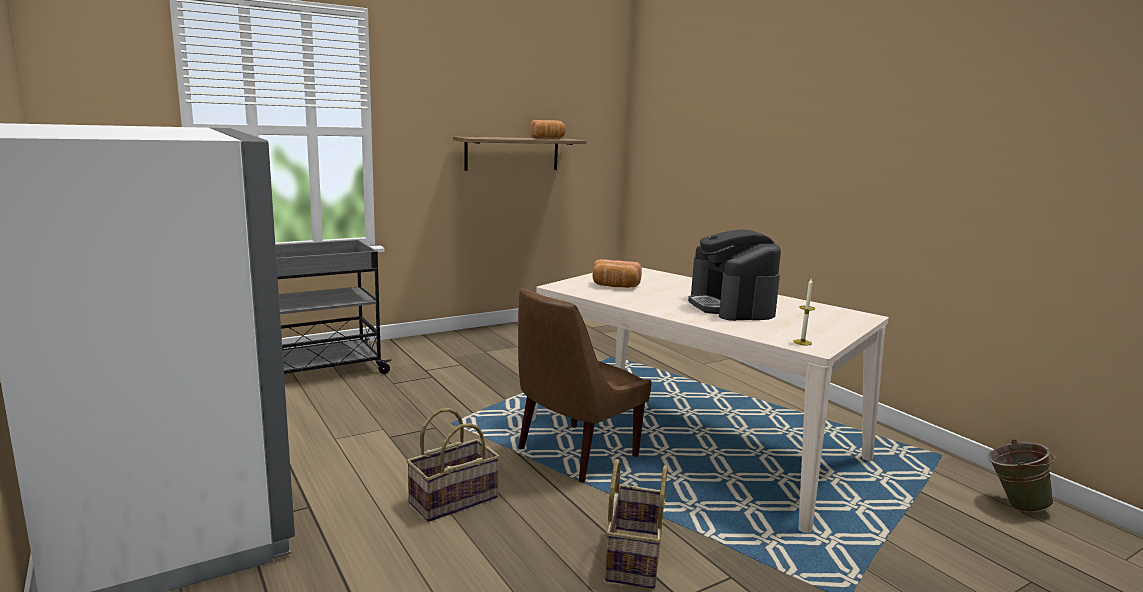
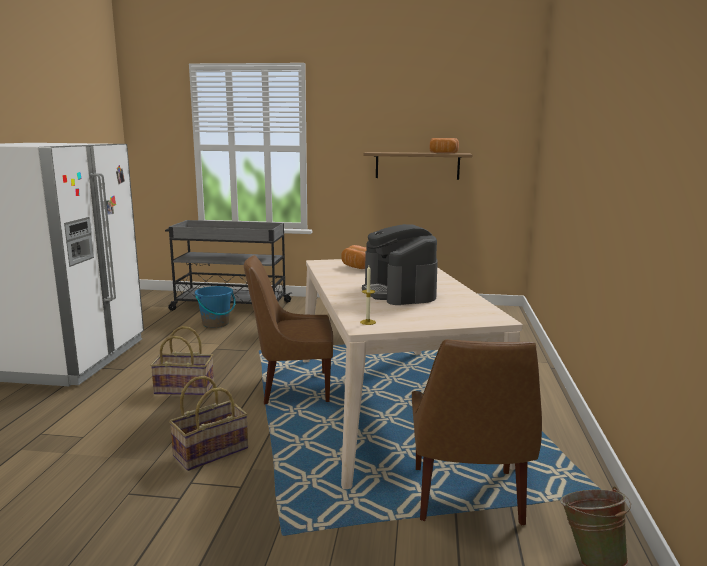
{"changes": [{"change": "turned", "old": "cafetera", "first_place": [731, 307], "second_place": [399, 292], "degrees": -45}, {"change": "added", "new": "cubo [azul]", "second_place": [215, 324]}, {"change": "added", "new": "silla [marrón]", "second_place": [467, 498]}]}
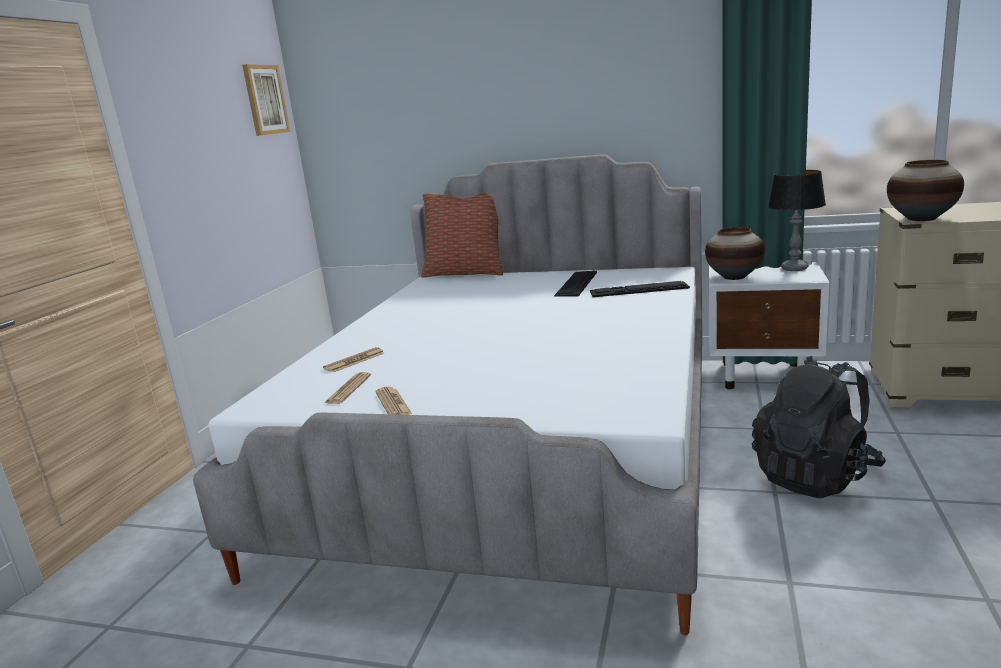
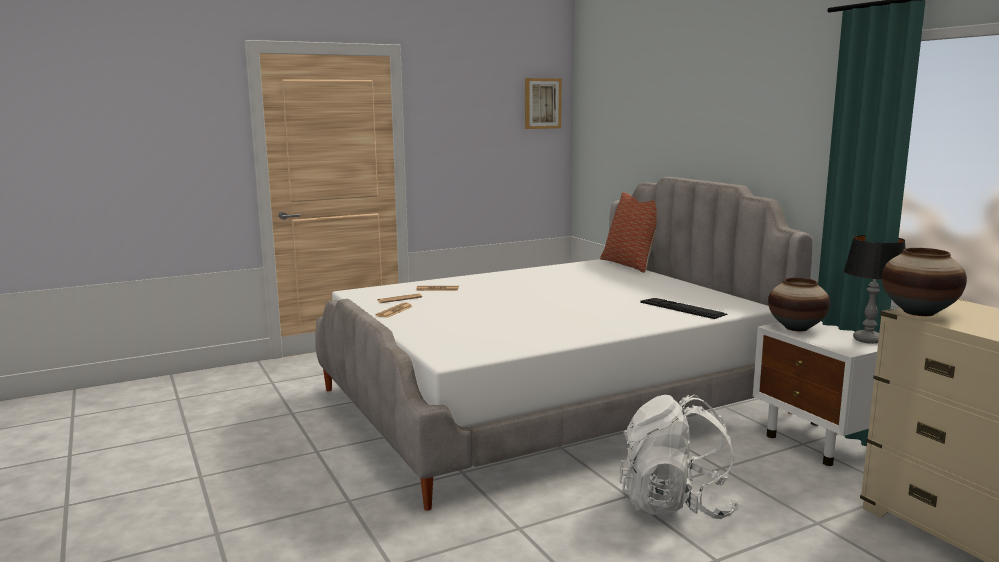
{"changes": [{"change": "removed", "old": "teclado", "first_place": [576, 283]}, {"change": "recoloured", "old": "mochila [negro]", "new": "mochila [blanco]", "first_place": [815, 476], "second_place": [675, 505]}]}
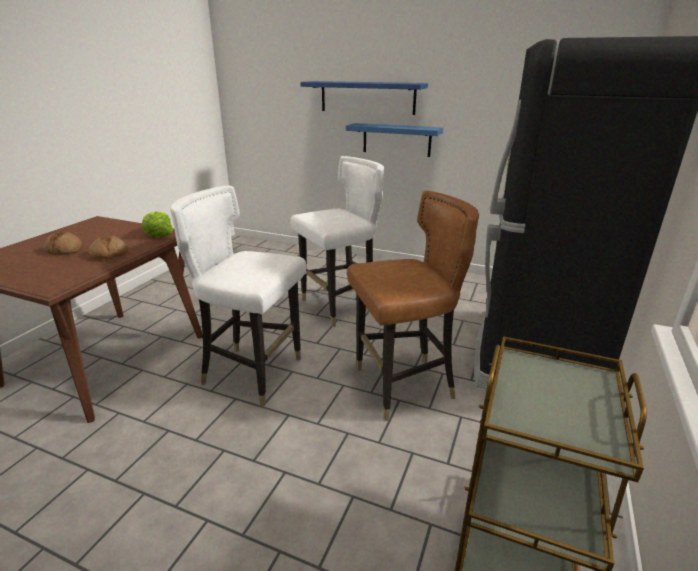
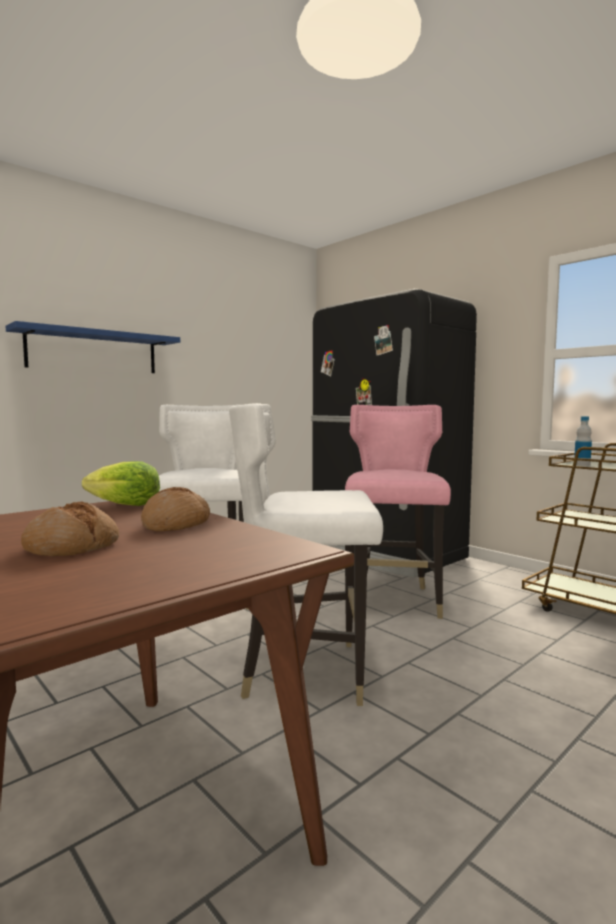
{"changes": [{"change": "turned", "old": "silla [blanco]", "first_place": [253, 373], "second_place": [306, 672], "degrees": 45}, {"change": "removed", "old": "estante [azul]", "first_place": [396, 139]}, {"change": "recoloured", "old": "silla [marrón]", "new": "silla [rosa]", "first_place": [403, 386], "second_place": [394, 602]}, {"change": "added", "new": "botella", "second_place": [582, 465]}]}
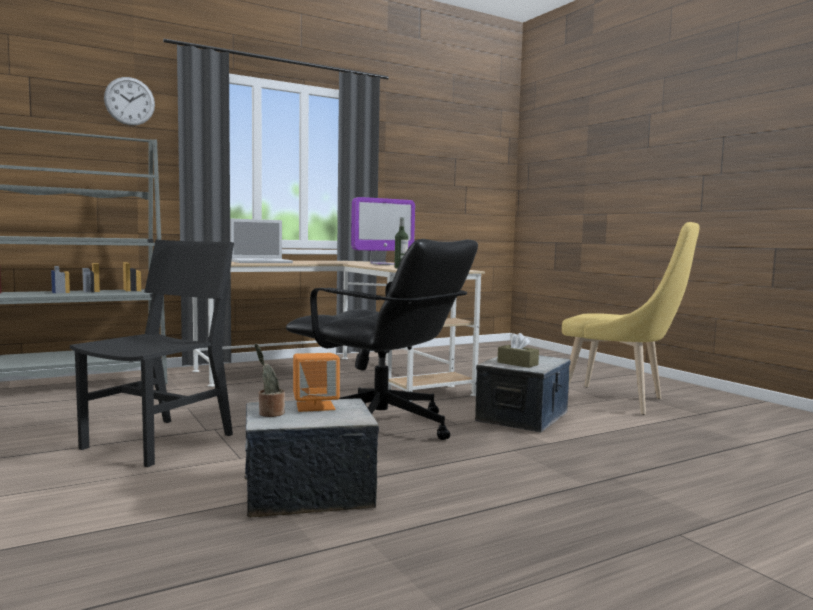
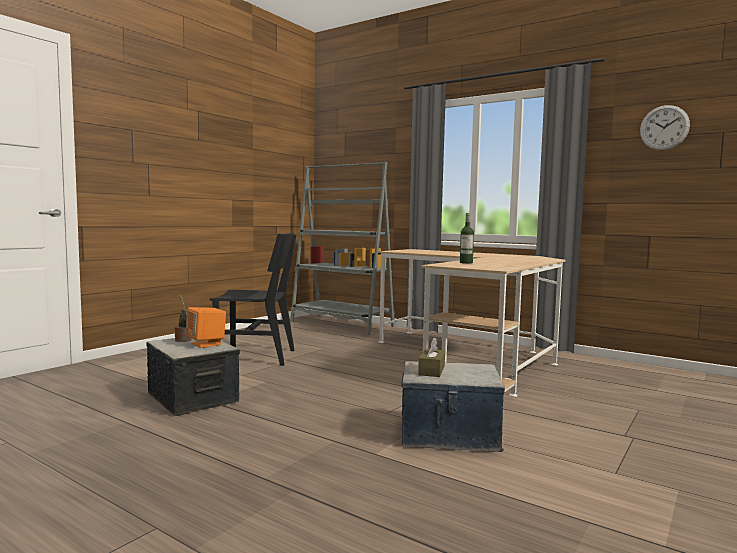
{"changes": [{"change": "moved", "old": "reloj de pared", "first_place": [129, 101], "second_place": [664, 127]}, {"change": "removed", "old": "portátil", "first_place": [262, 262]}, {"change": "removed", "old": "silla de oficina [negro]", "first_place": [382, 428]}, {"change": "removed", "old": "monitor", "first_place": [382, 264]}, {"change": "removed", "old": "silla [amarillo]", "first_place": [620, 401]}]}
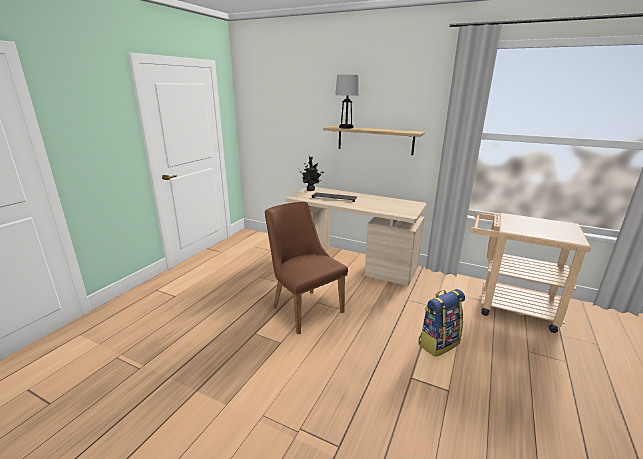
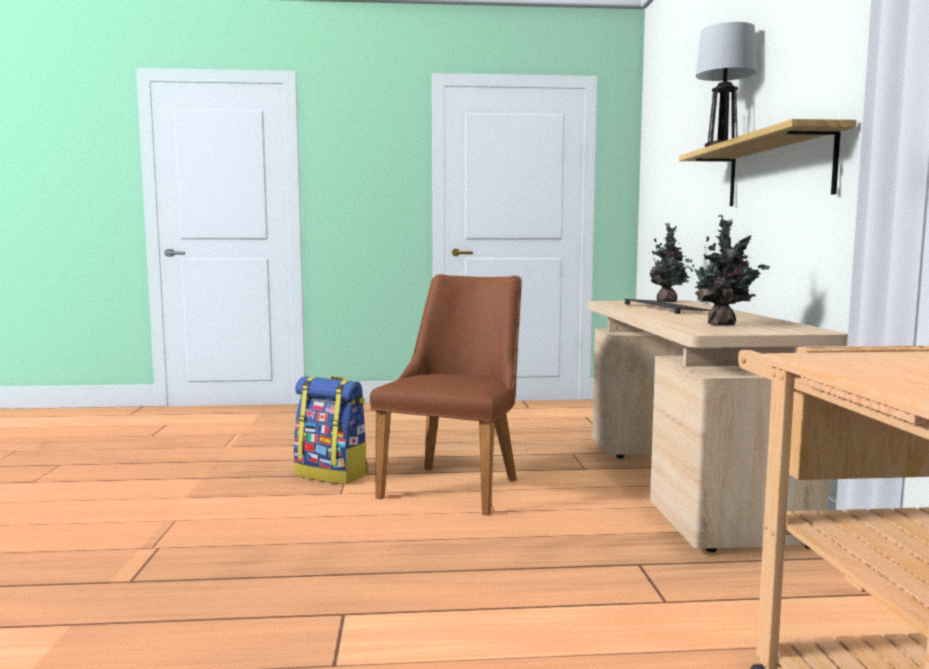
{"changes": [{"change": "moved", "old": "mochila", "first_place": [438, 343], "second_place": [332, 474]}, {"change": "added", "new": "planta en maceta", "second_place": [723, 325]}]}
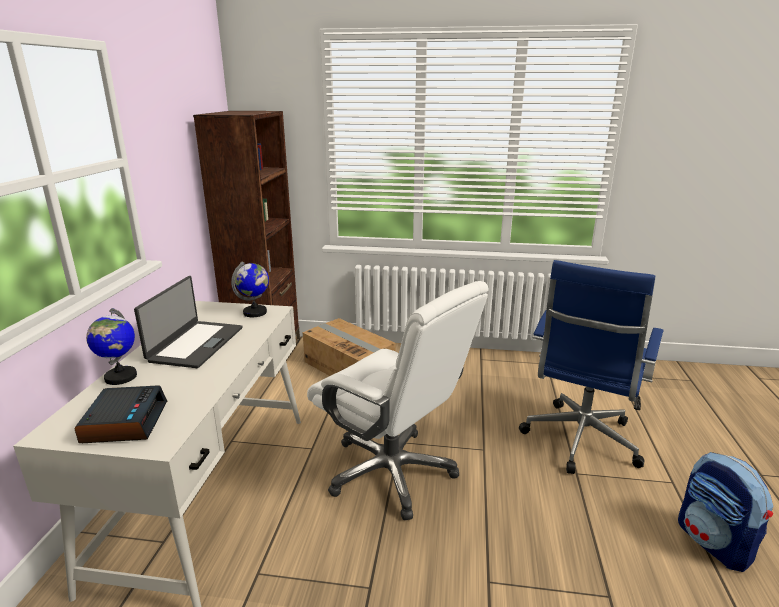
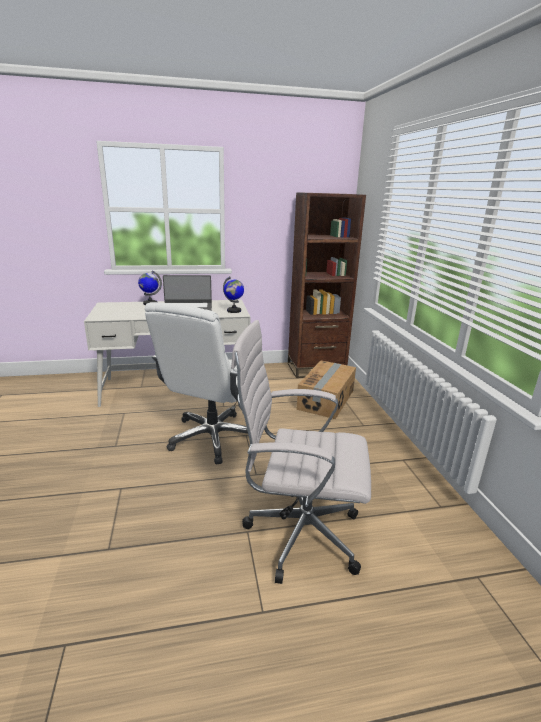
{"changes": [{"change": "removed", "old": "despertador", "first_place": [125, 422]}, {"change": "recoloured", "old": "silla de oficina [azul]", "new": "silla de oficina [blanco]", "first_place": [579, 442], "second_place": [297, 534]}, {"change": "removed", "old": "mochila", "first_place": [714, 543]}]}
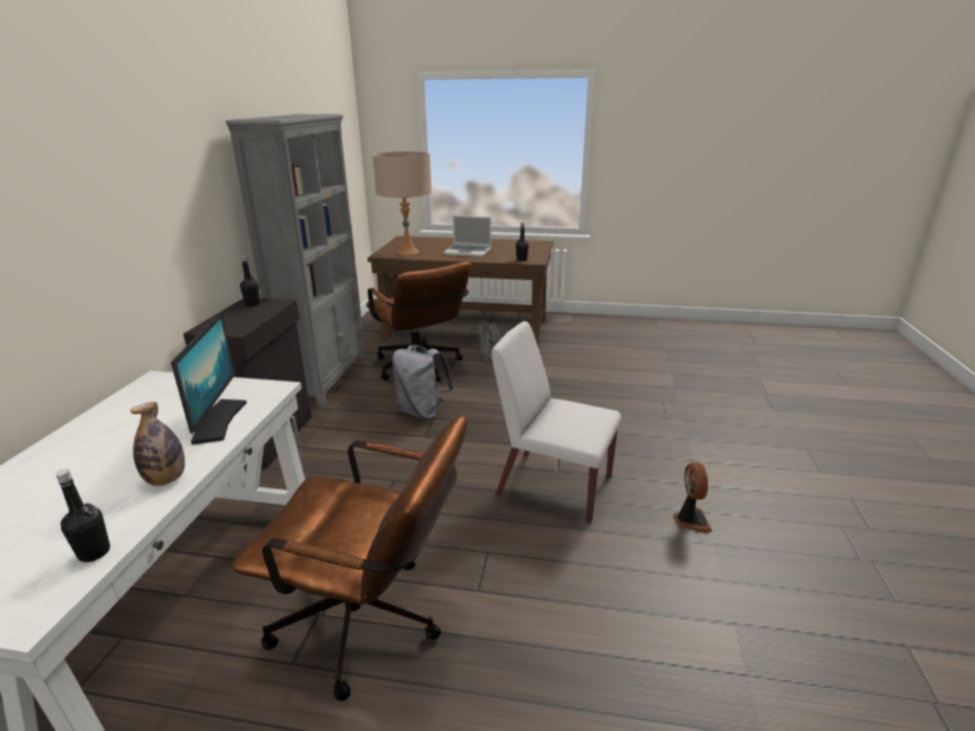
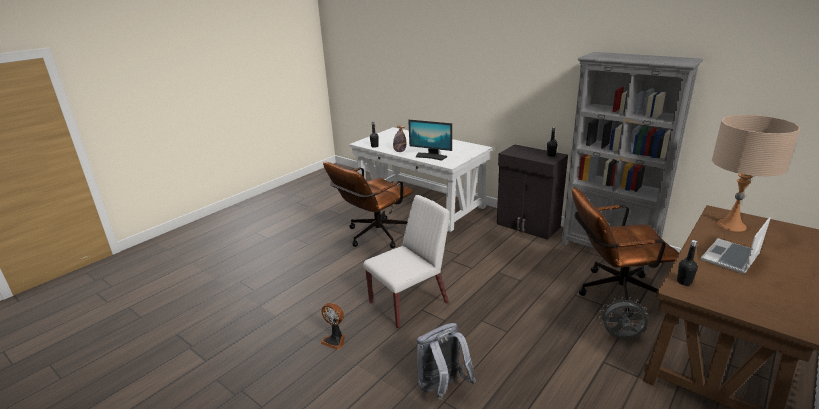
{"changes": [{"change": "moved", "old": "mochila [gris]", "first_place": [422, 412], "second_place": [442, 387]}]}
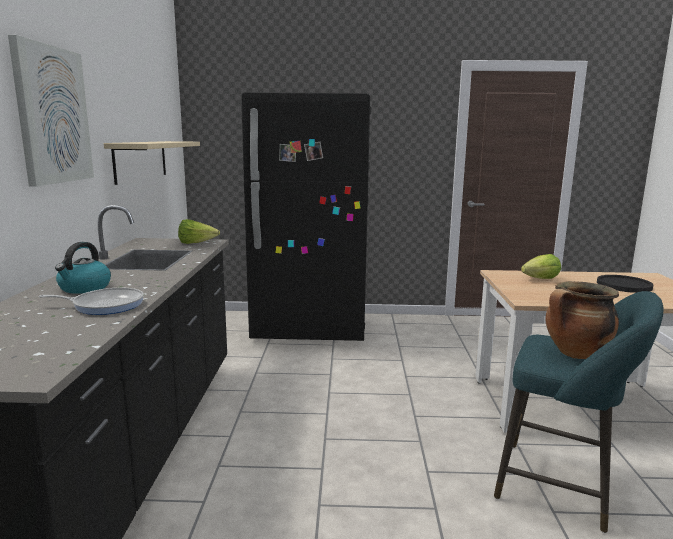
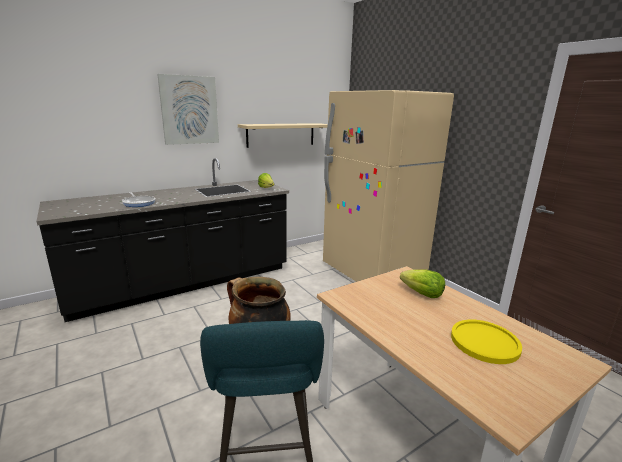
{"changes": [{"change": "removed", "old": "hervidor", "first_place": [84, 288]}, {"change": "recoloured", "old": "nevera [negro]", "new": "nevera [beis]", "first_place": [310, 328], "second_place": [372, 272]}, {"change": "recoloured", "old": "plato [negro]", "new": "plato [amarillo]", "first_place": [624, 285], "second_place": [484, 342]}]}
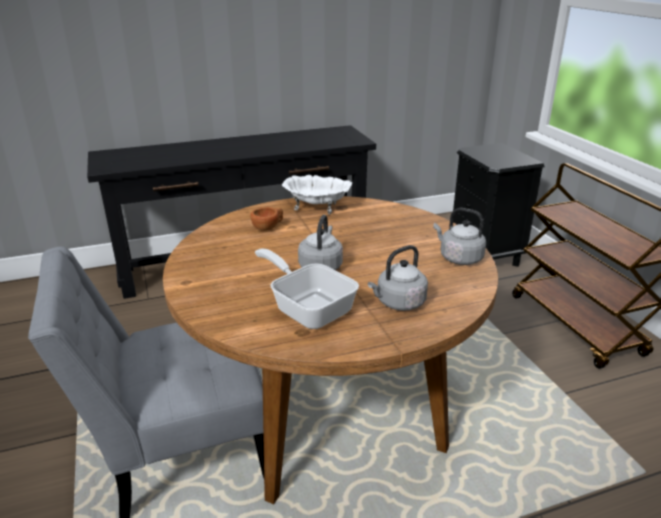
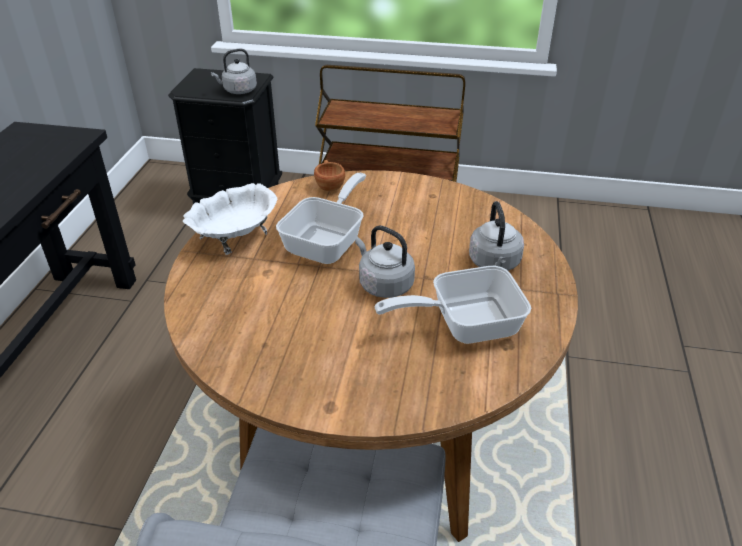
{"changes": [{"change": "moved", "old": "taza [marrón]", "first_place": [268, 227], "second_place": [329, 185]}, {"change": "moved", "old": "hervidor [gris]", "first_place": [458, 258], "second_place": [238, 91]}, {"change": "added", "new": "sartén", "second_place": [328, 242]}]}
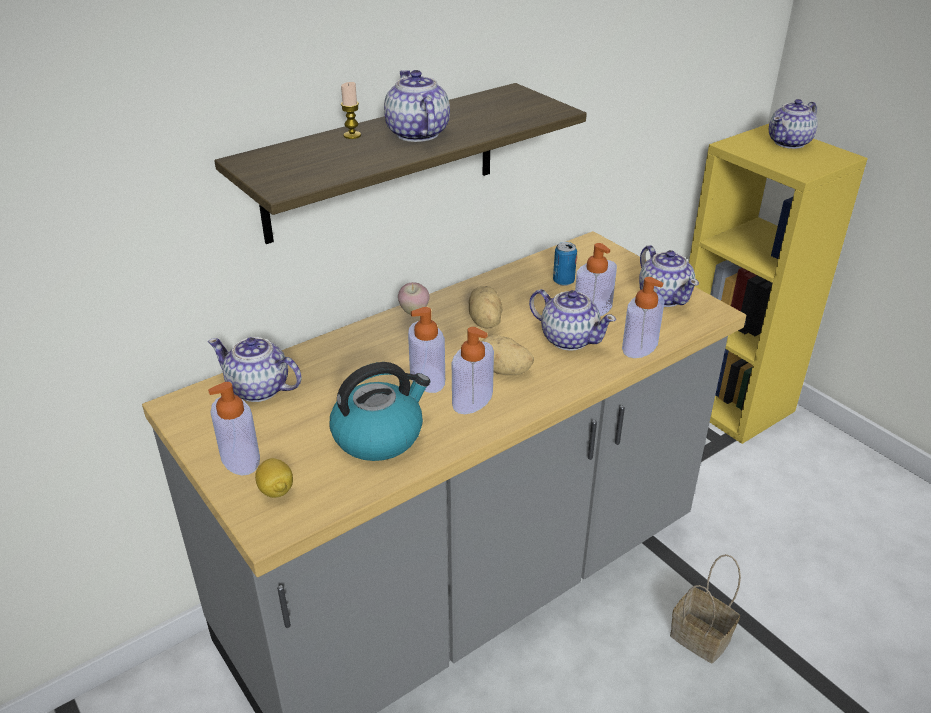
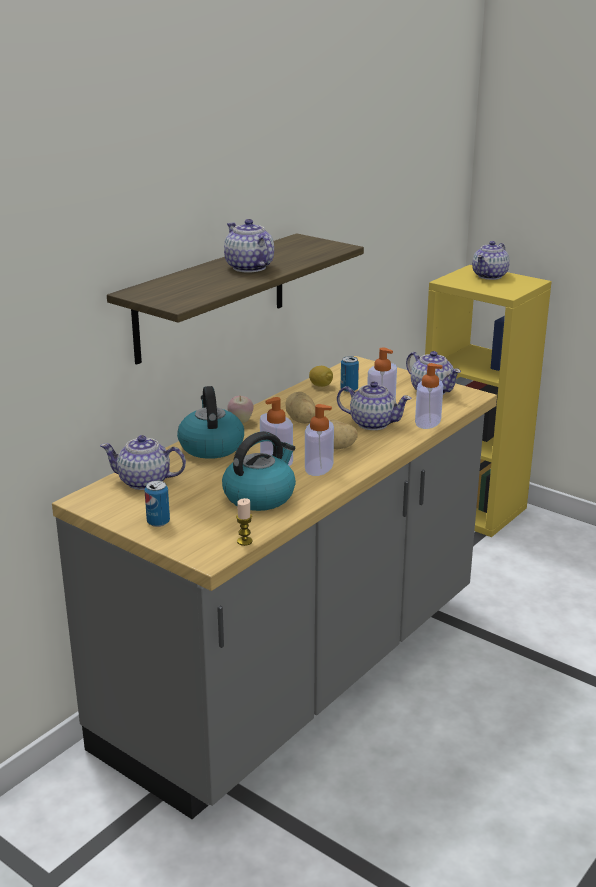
{"changes": [{"change": "replaced", "old": "dispensador de jabón", "new": "lata", "first_place": [240, 457], "second_place": [158, 522]}, {"change": "moved", "old": "limón", "first_place": [276, 490], "second_place": [321, 385]}, {"change": "moved", "old": "vela", "first_place": [352, 135], "second_place": [244, 541]}, {"change": "removed", "old": "cesta", "first_place": [702, 638]}, {"change": "added", "new": "hervidor", "second_place": [211, 446]}]}
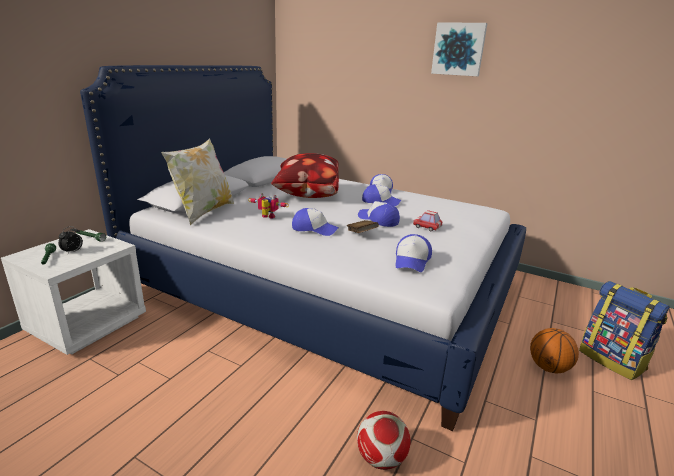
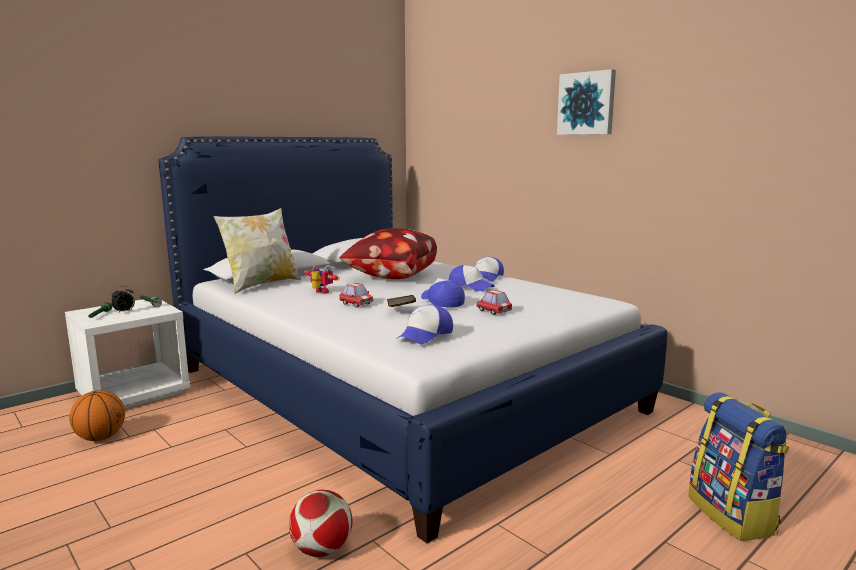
{"changes": [{"change": "replaced", "old": "gorra", "new": "coche de juguete", "first_place": [314, 229], "second_place": [356, 304]}, {"change": "moved", "old": "balón de baloncesto", "first_place": [548, 367], "second_place": [101, 438]}]}
